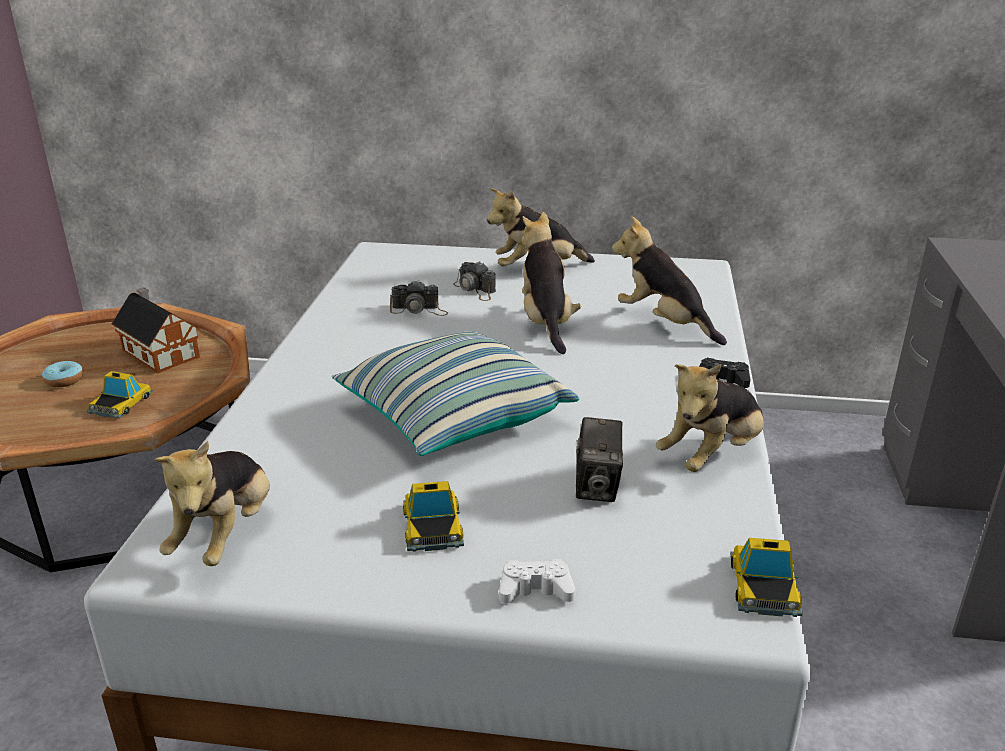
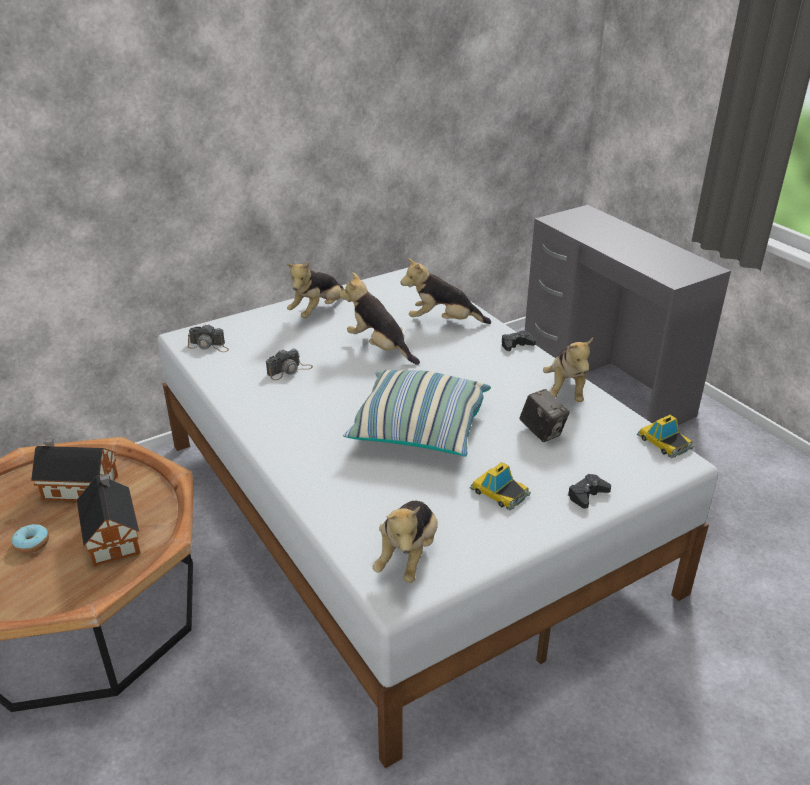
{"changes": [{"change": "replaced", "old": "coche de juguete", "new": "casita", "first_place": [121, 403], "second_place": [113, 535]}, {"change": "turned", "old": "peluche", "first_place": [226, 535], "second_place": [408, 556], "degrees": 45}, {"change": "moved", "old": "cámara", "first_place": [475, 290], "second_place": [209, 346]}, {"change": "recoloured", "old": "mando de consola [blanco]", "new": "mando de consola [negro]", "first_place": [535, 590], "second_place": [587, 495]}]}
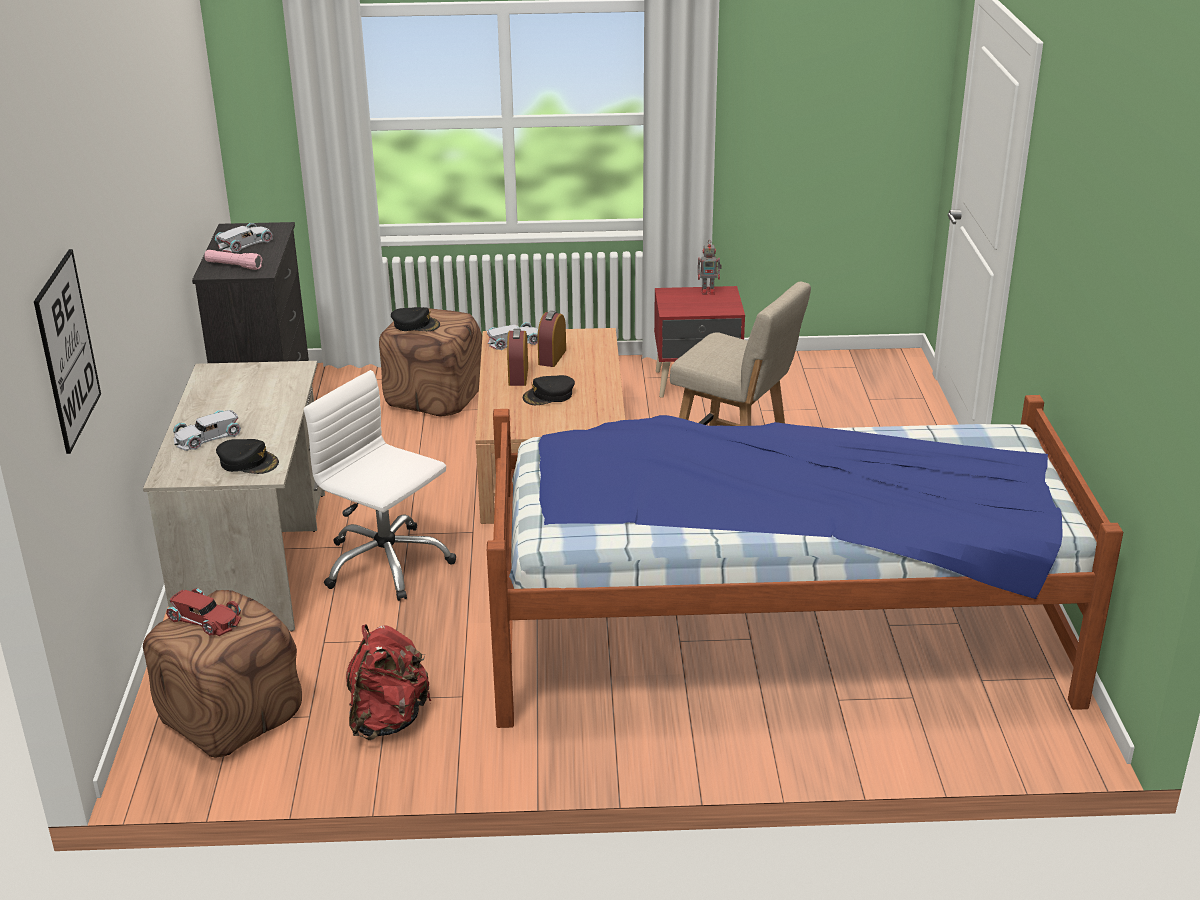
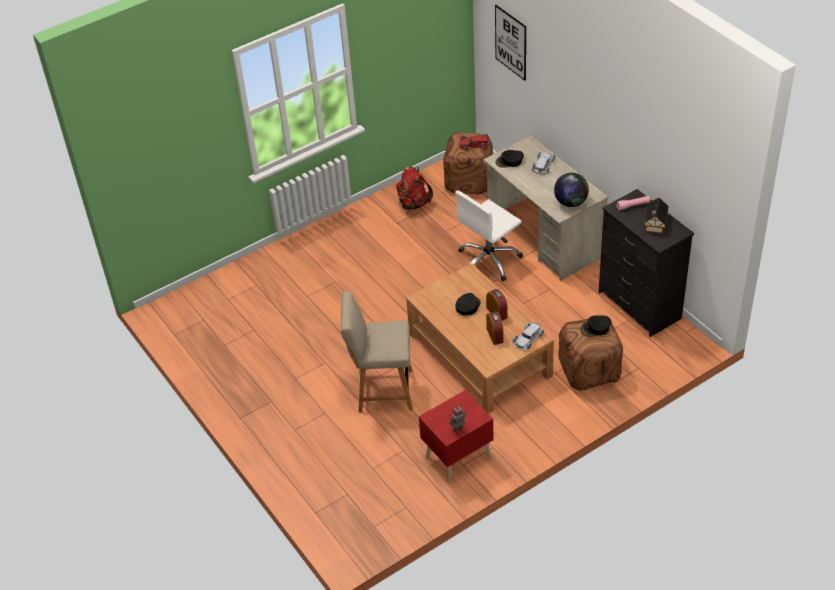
{"changes": [{"change": "replaced", "old": "coche de juguete [blanco]", "new": "casita", "first_place": [245, 243], "second_place": [655, 224]}, {"change": "turned", "old": "silla de oficina [blanco]", "first_place": [386, 563], "second_place": [489, 261], "degrees": 135}, {"change": "removed", "old": "cama", "first_place": [774, 634]}, {"change": "added", "new": "globo terráqueo", "second_place": [570, 202]}]}
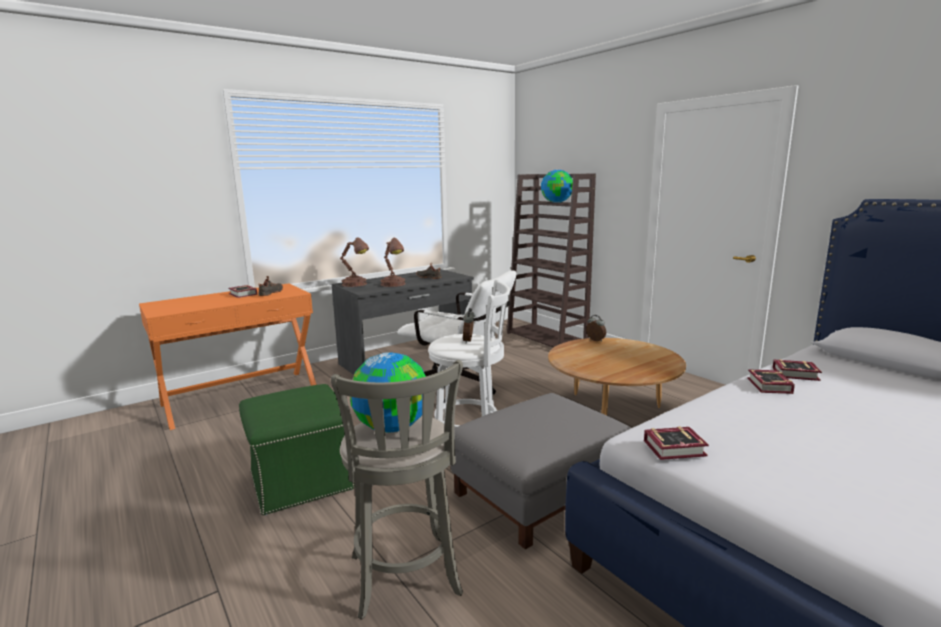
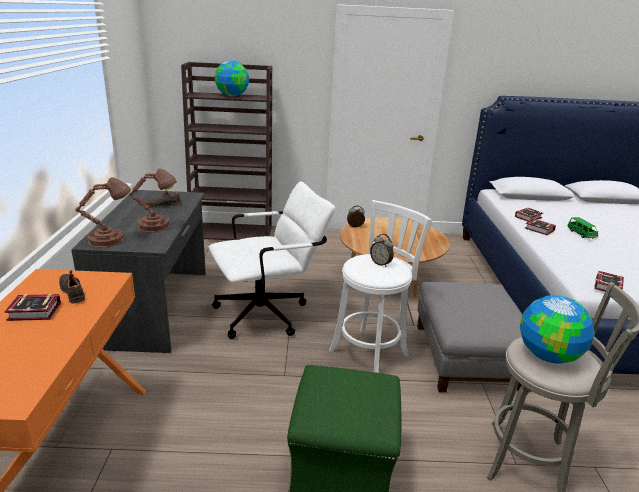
{"changes": [{"change": "added", "new": "coche de juguete [verde]", "second_place": [581, 234]}]}
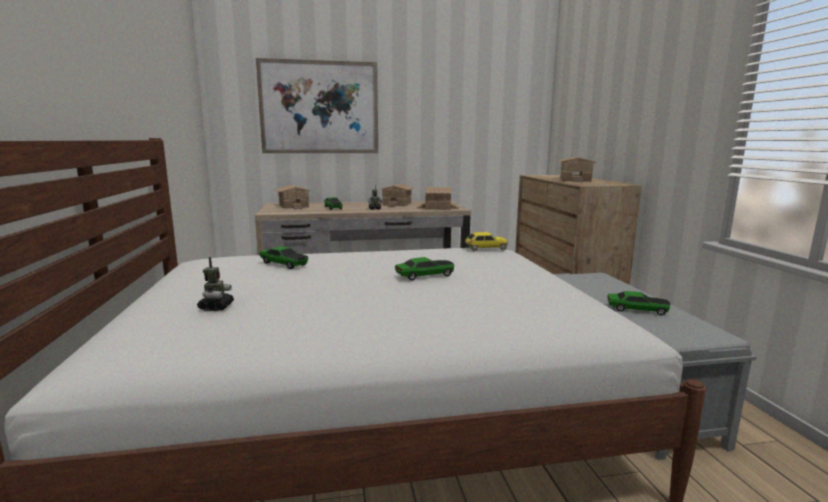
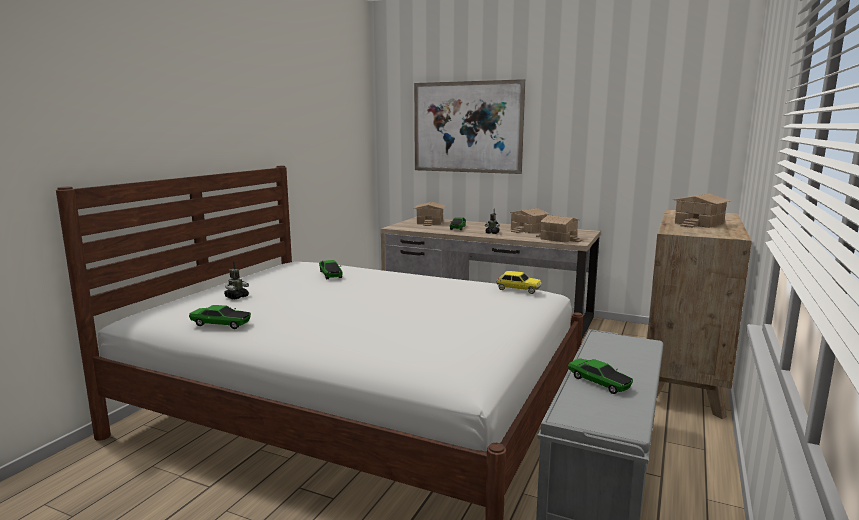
{"changes": [{"change": "moved", "old": "coche de juguete", "first_place": [425, 275], "second_place": [221, 324]}]}
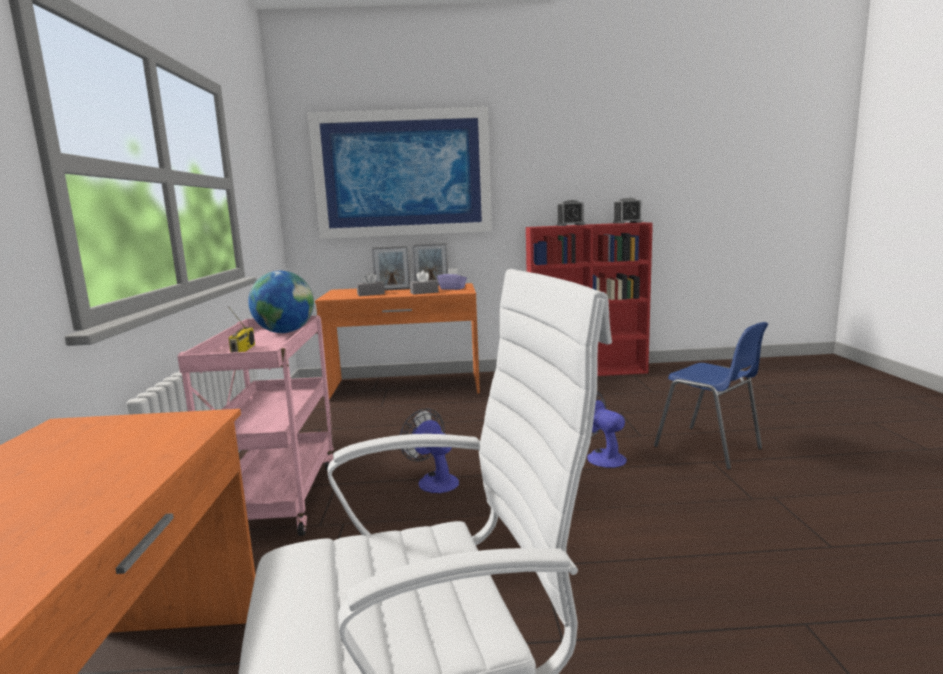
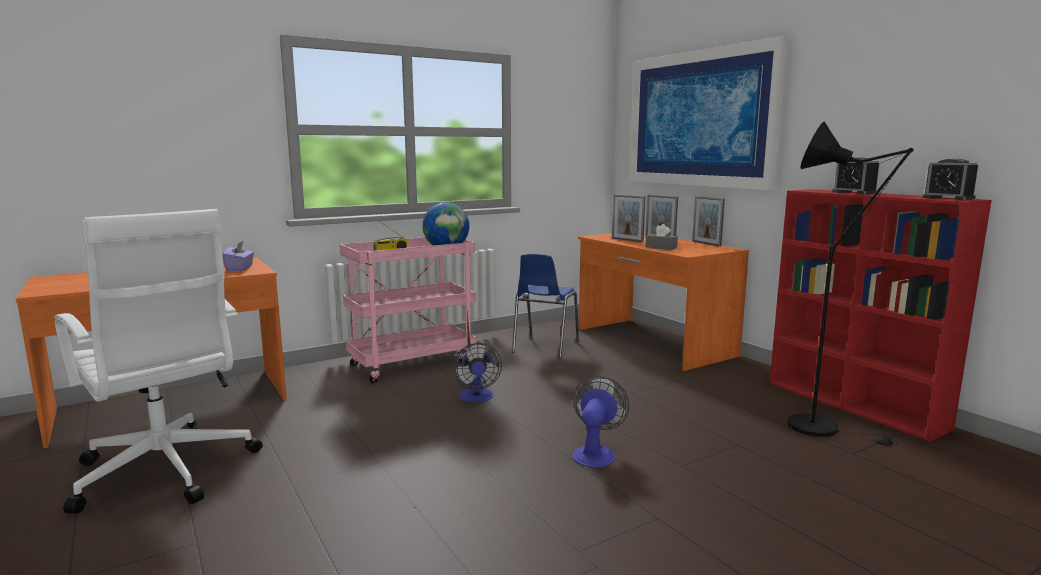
{"changes": [{"change": "replaced", "old": "caja de pañuelos [gris]", "new": "portarretratos", "first_place": [371, 294], "second_place": [627, 240]}, {"change": "turned", "old": "ventilador", "first_place": [433, 480], "second_place": [477, 398], "degrees": 150}, {"change": "moved", "old": "caja de pañuelos [morado]", "first_place": [452, 288], "second_place": [240, 268]}, {"change": "moved", "old": "silla [azul]", "first_place": [710, 448], "second_place": [544, 347]}, {"change": "added", "new": "lámpara de pie [negro]", "second_place": [823, 428]}]}
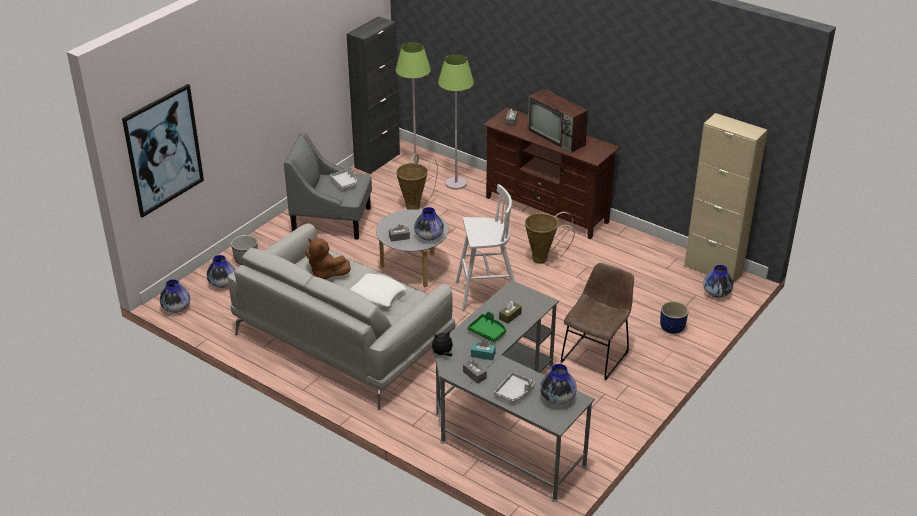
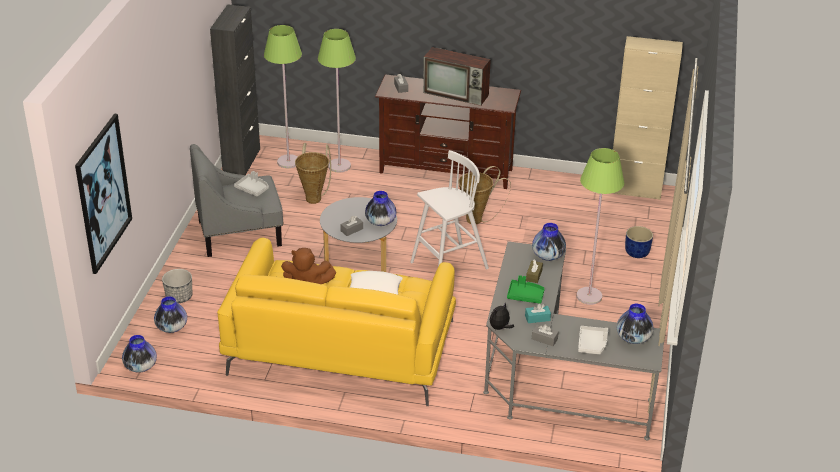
{"changes": [{"change": "recoloured", "old": "sofá [gris]", "new": "sofá [amarillo]", "first_place": [343, 338], "second_place": [340, 348]}, {"change": "replaced", "old": "silla [marrón]", "new": "lámpara de pie [verde]", "first_place": [596, 355], "second_place": [589, 296]}, {"change": "moved", "old": "florero", "first_place": [716, 293], "second_place": [548, 256]}]}
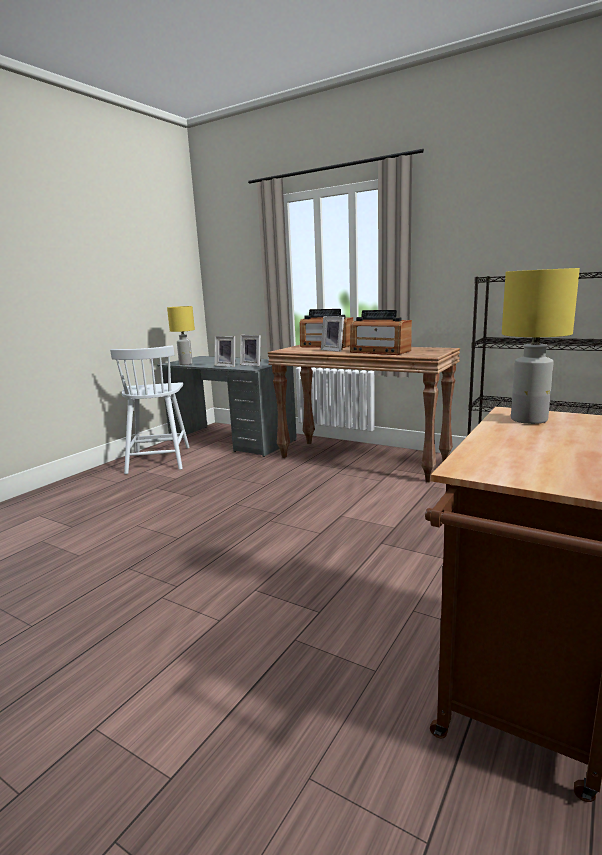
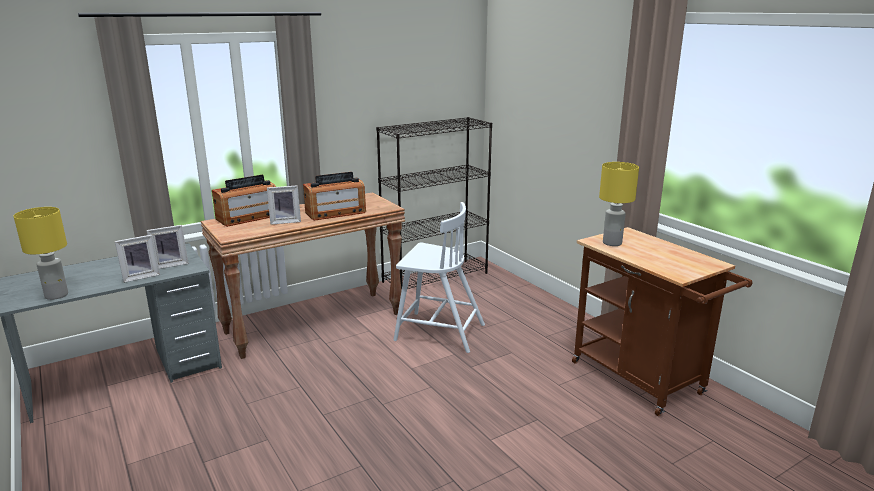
{"changes": [{"change": "moved", "old": "silla [blanco]", "first_place": [158, 459], "second_place": [438, 332]}]}
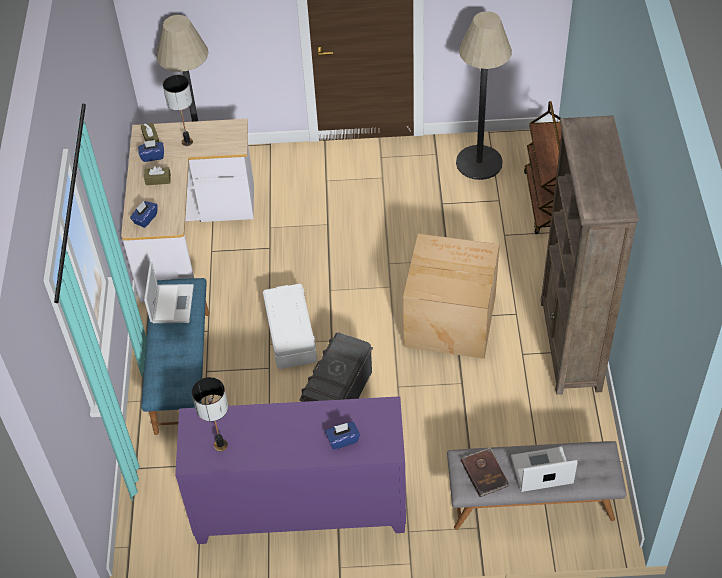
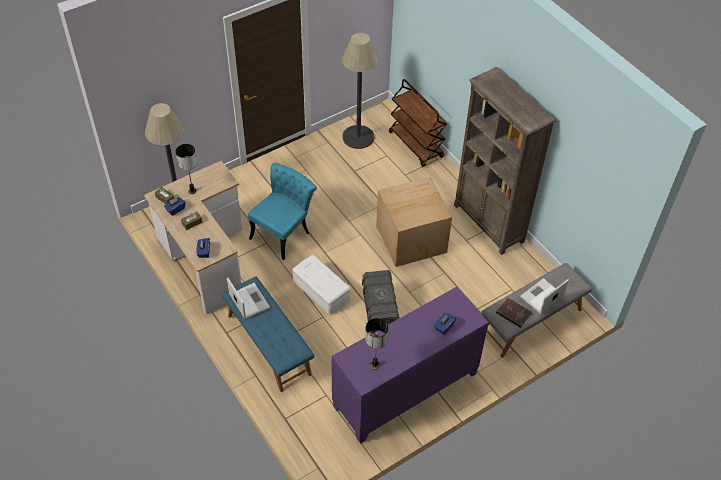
{"changes": [{"change": "added", "new": "silla [turquesa]", "second_place": [284, 232]}]}
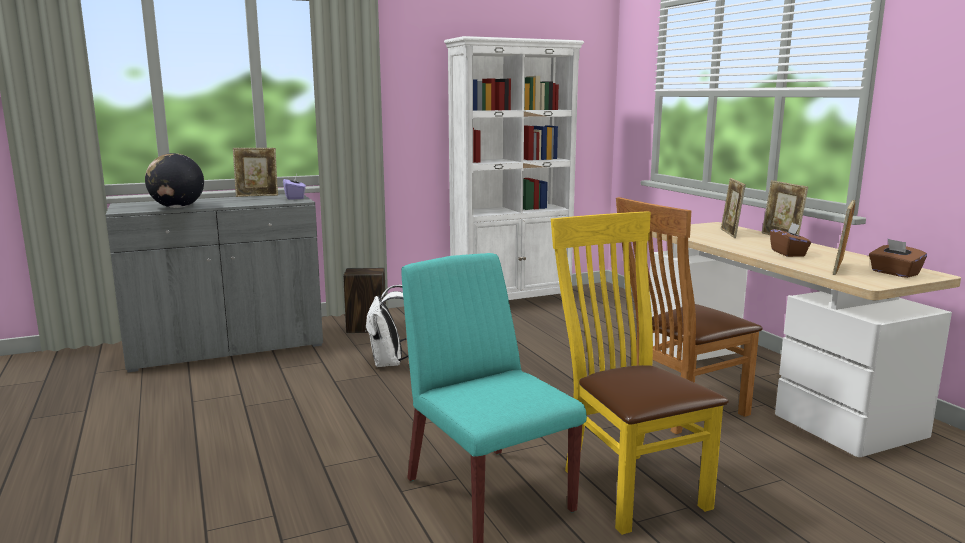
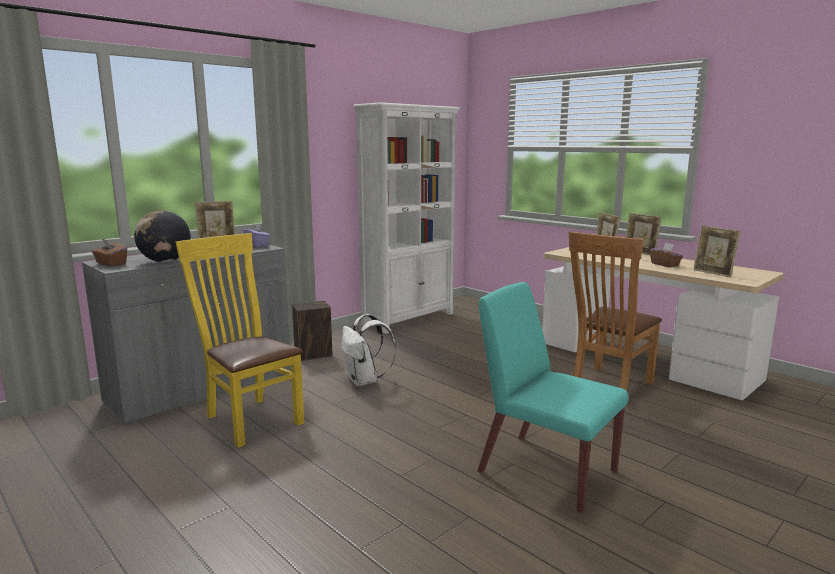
{"changes": [{"change": "moved", "old": "silla [amarillo]", "first_place": [627, 485], "second_place": [250, 418]}, {"change": "turned", "old": "portarretratos", "first_place": [839, 269], "second_place": [713, 273], "degrees": -45}, {"change": "moved", "old": "caja de pañuelos [marrón]", "first_place": [894, 273], "second_place": [111, 264]}]}
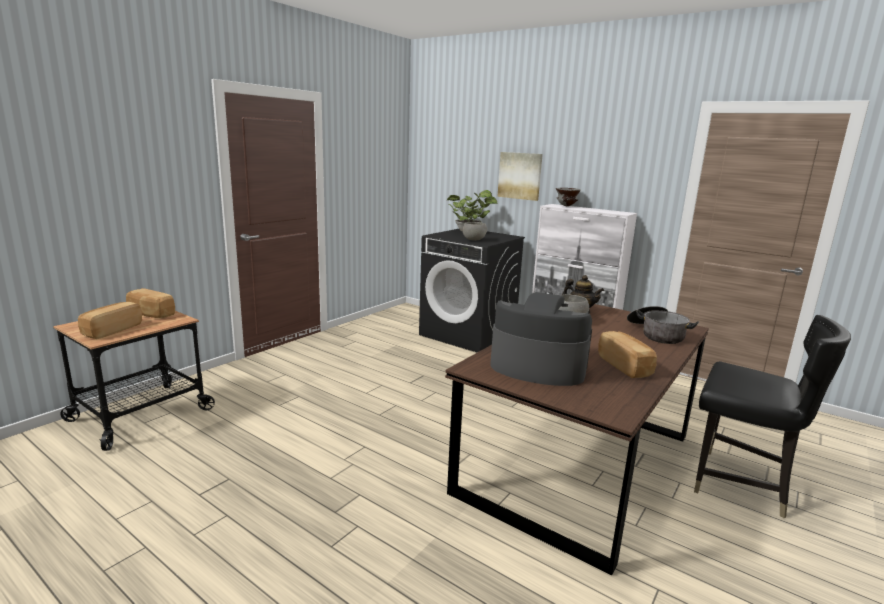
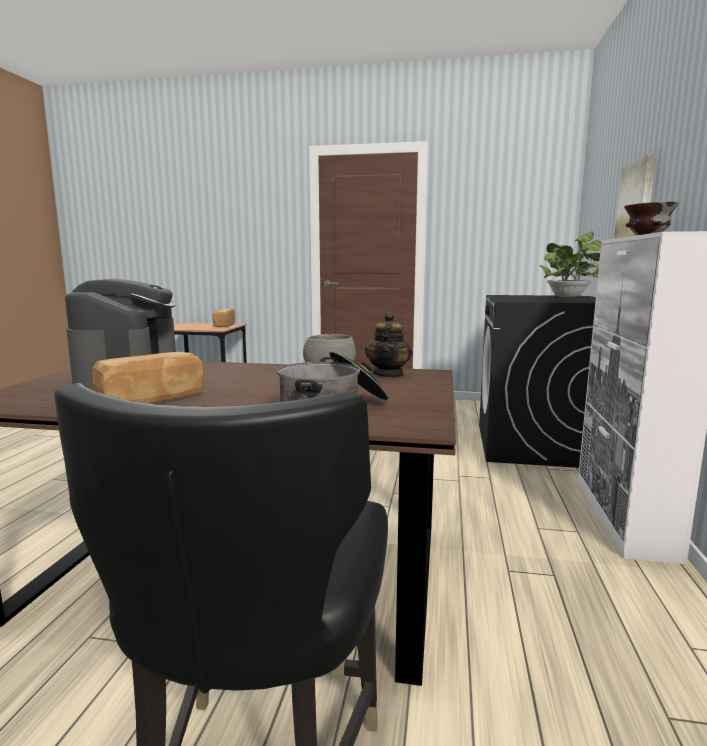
{"changes": [{"change": "removed", "old": "pan", "first_place": [111, 330]}, {"change": "removed", "old": "cuenco [gris]", "first_place": [473, 240]}]}
